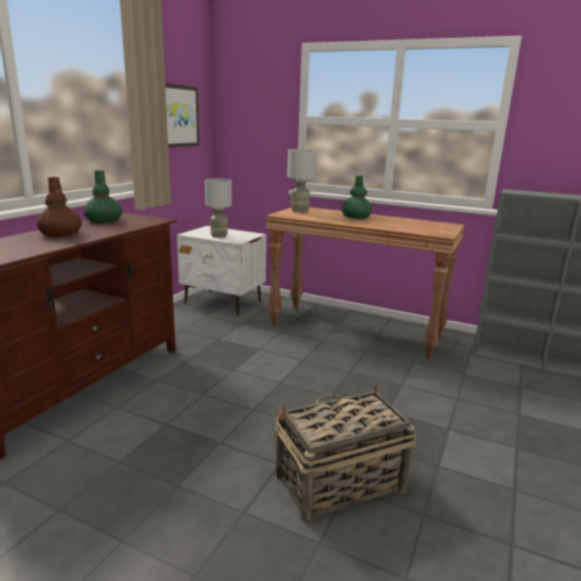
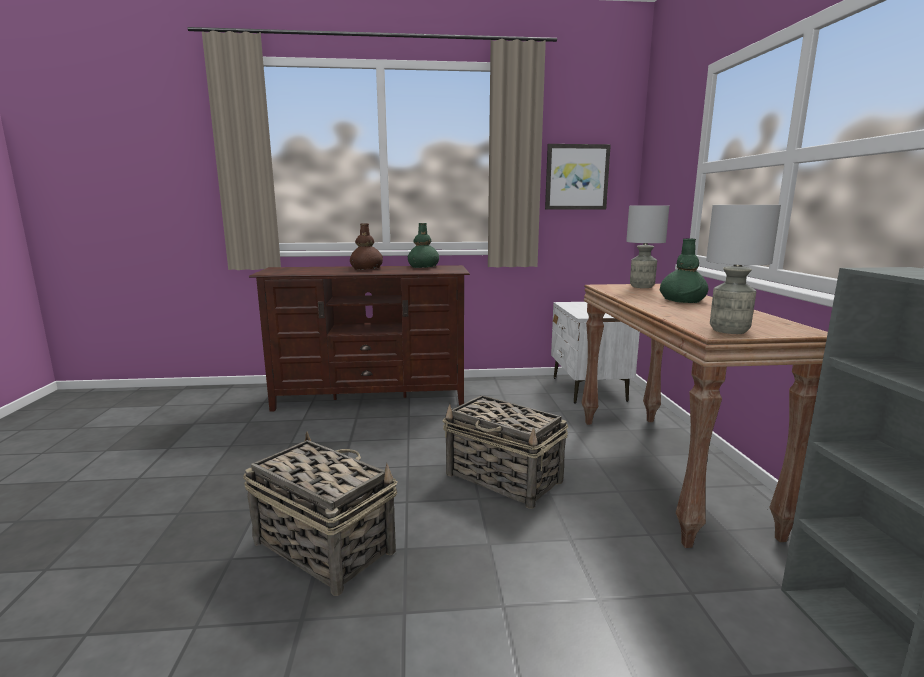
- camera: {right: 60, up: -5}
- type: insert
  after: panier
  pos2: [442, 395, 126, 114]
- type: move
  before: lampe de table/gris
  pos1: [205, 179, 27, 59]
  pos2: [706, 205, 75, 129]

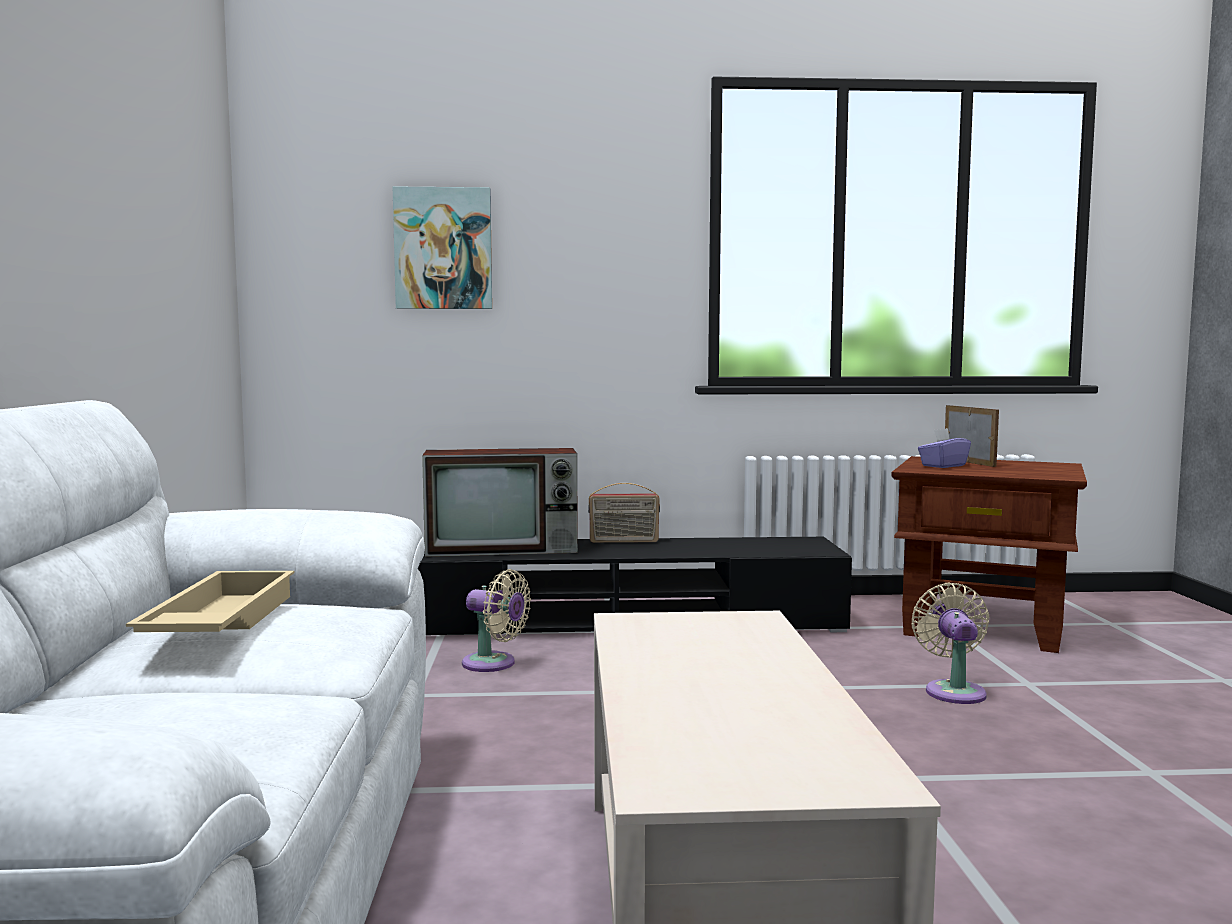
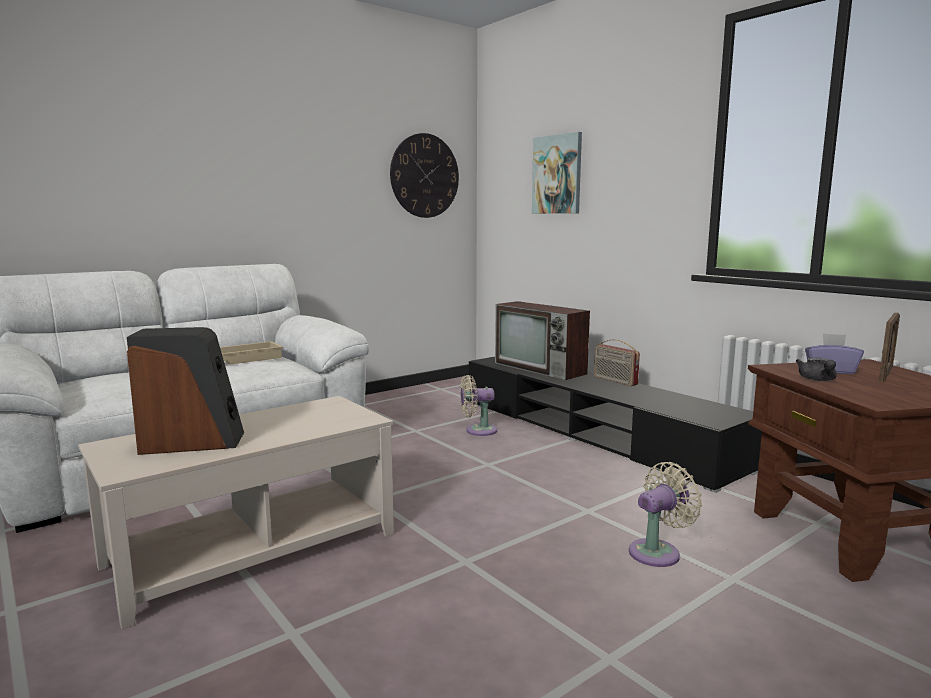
- camera: {right: 55, up: 5}
- type: insert
  after: enceinte
  pos2: [127, 327, 117, 128]
- type: insert
  after: horloge murale
  pos2: [390, 133, 69, 85]
- type: insert
  after: théière/gris
  pos2: [796, 357, 41, 24]
- type: rotate
  before: ventilateur/beige
  pos1: [462, 569, 69, 103]
  pos2: [460, 375, 37, 61]
  turn: 90

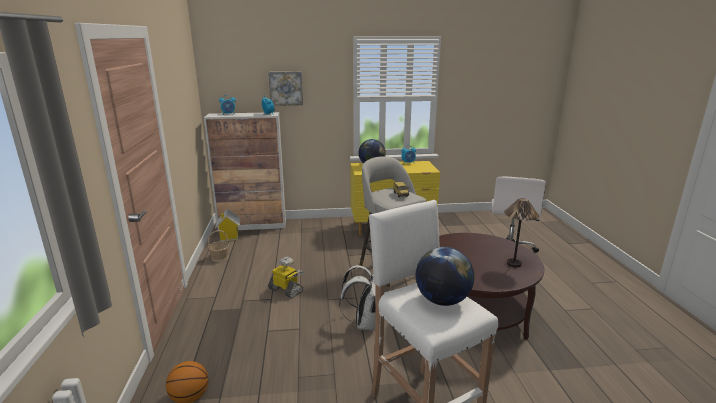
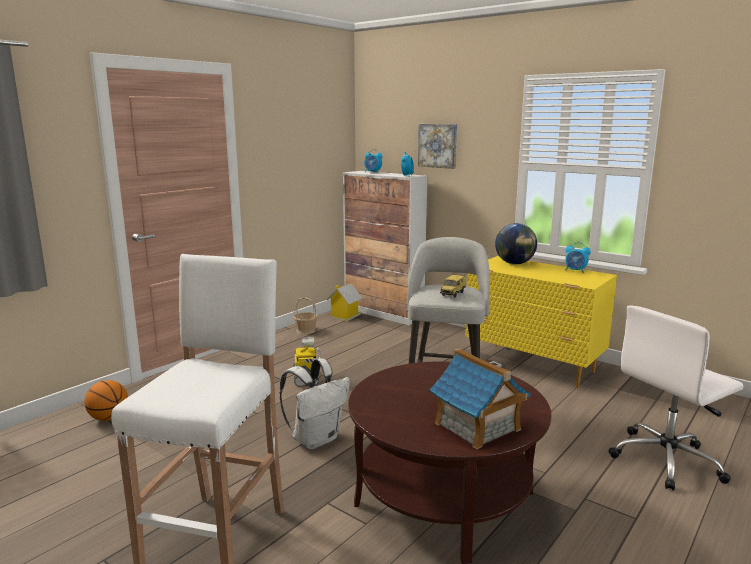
- camera: {right: 45, up: -5}
- type: delete
  before: globe
  pos1: [416, 247, 58, 59]
- type: replace
  before: lampe de table
  after: maison miniature
  pos1: [504, 198, 35, 70]
  pos2: [430, 349, 101, 100]

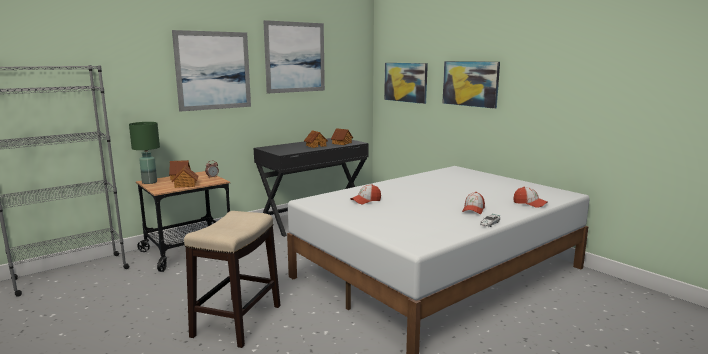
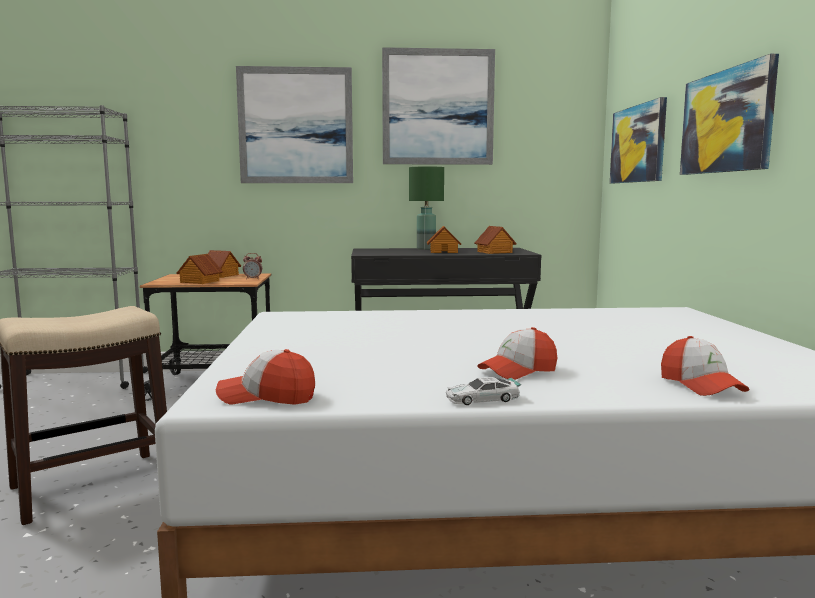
- camera: {right: 35, up: -5}
- type: move
  before: lampe de table/vert
  pos1: [129, 122, 31, 62]
  pos2: [409, 166, 35, 84]
- type: move
  before: casquette
  pos1: [350, 184, 31, 20]
  pos2: [216, 349, 99, 56]

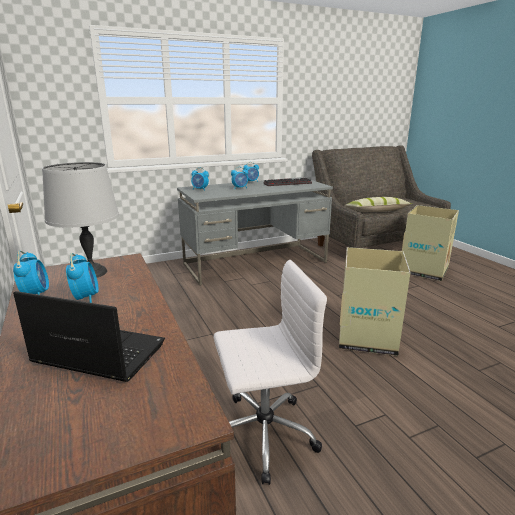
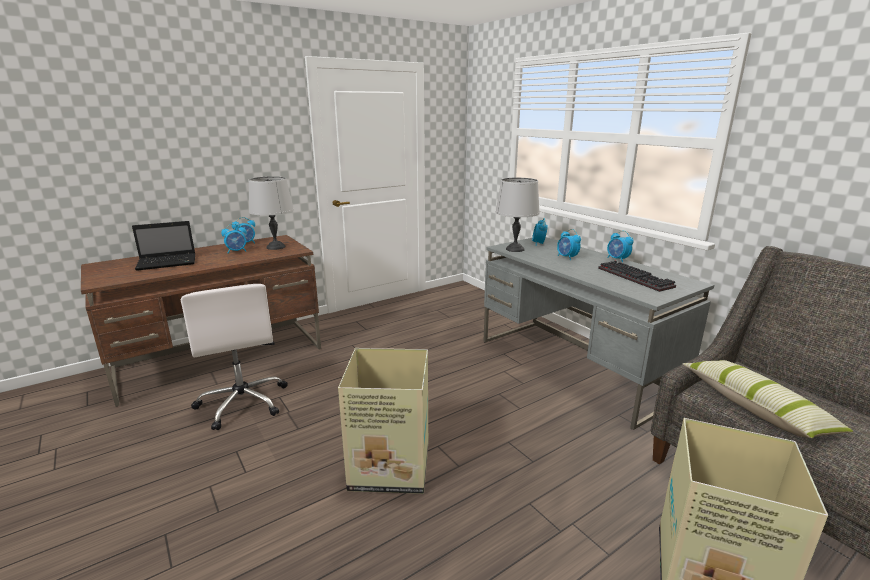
- camera: {right: 80, up: 0}
- type: insert
  after: lampe de table/gris
  pos2: [496, 178, 44, 74]
- type: rotate
  before: ordinateur portable
  pos1: [13, 291, 152, 91]
  pos2: [132, 221, 64, 50]
  turn: 60

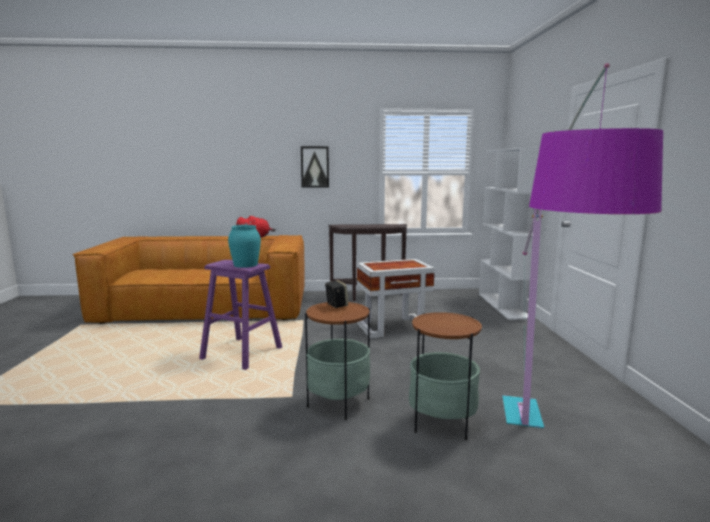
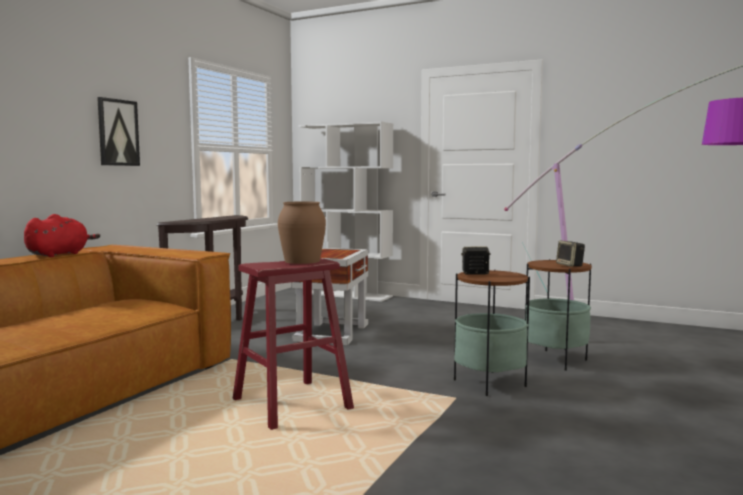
- camera: {right: -60, up: -5}
- type: insert
  after: enceinte
  pos2: [556, 240, 29, 27]
- type: recolor
  before: tabouret/violet
  after: tabouret/rouge
  pos1: [199, 260, 83, 110]
  pos2: [233, 258, 121, 172]
- type: recolor
  before: vase/turquoise
  after: vase/marron
  pos1: [228, 225, 33, 43]
  pos2: [278, 202, 48, 62]

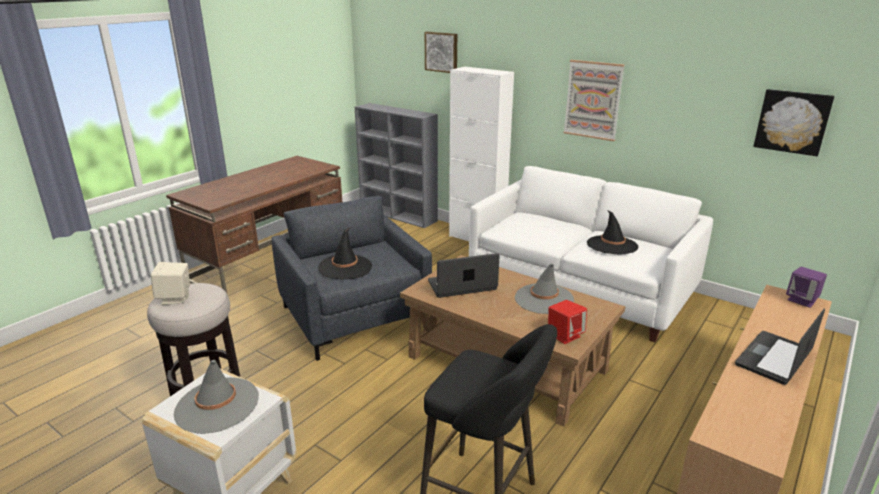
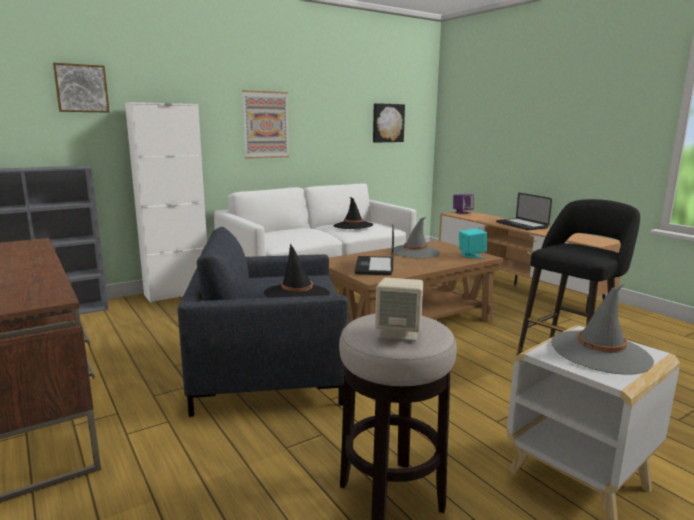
- camera: {right: -70, up: -10}
- type: recolor
  before: enceinte/rouge
  after: enceinte/turquoise
  pos1: [548, 300, 39, 44]
  pos2: [459, 228, 28, 30]

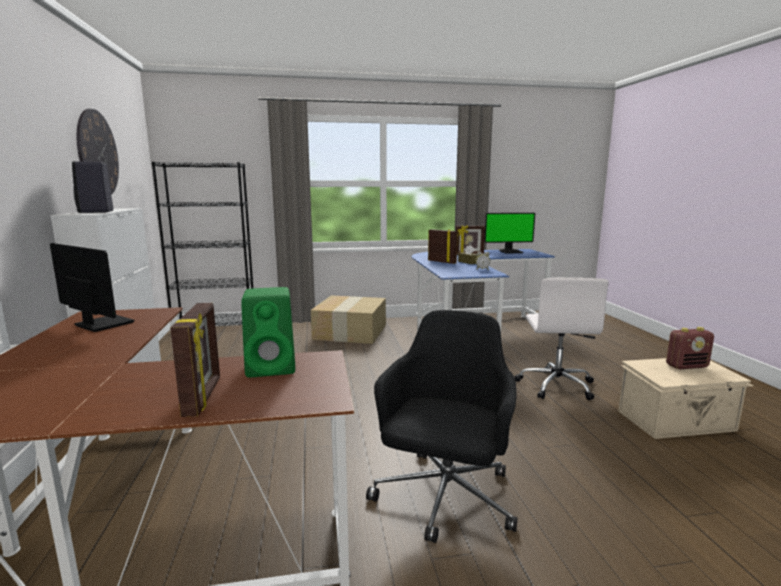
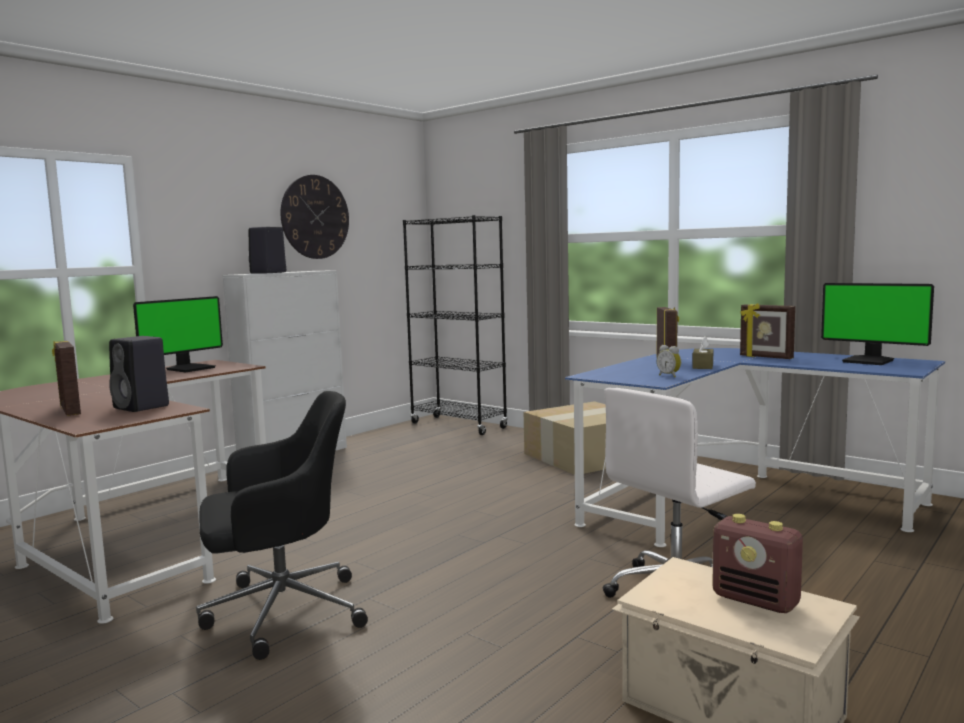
- camera: {right: 50, up: -5}
- type: recolor
  before: enceinte/vert
  after: enceinte/noir
  pos1: [241, 287, 54, 90]
  pos2: [109, 336, 60, 76]
- type: rotate
  before: écran d'ordinateur
  pos1: [50, 243, 85, 89]
  pos2: [133, 296, 90, 77]
  turn: 45
- type: rotate
  before: cadre photo
  pos1: [170, 303, 50, 114]
  pos2: [52, 341, 29, 75]
  turn: 105

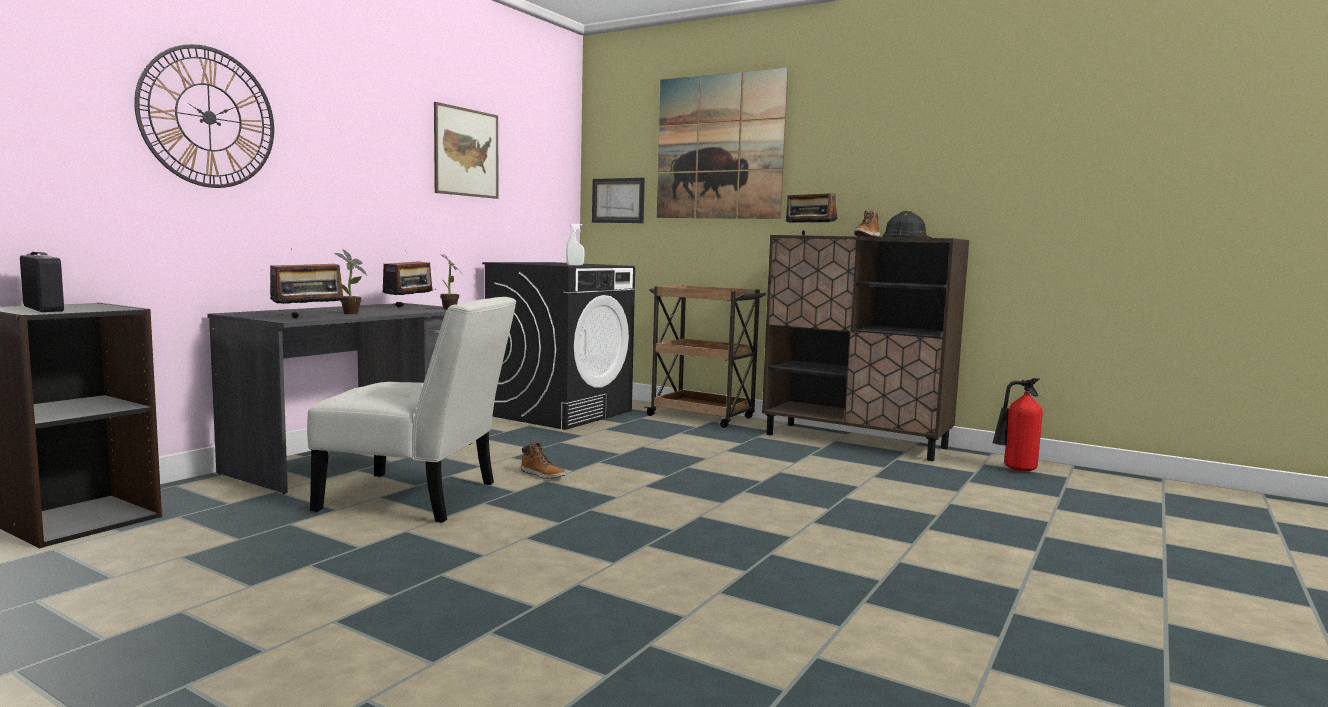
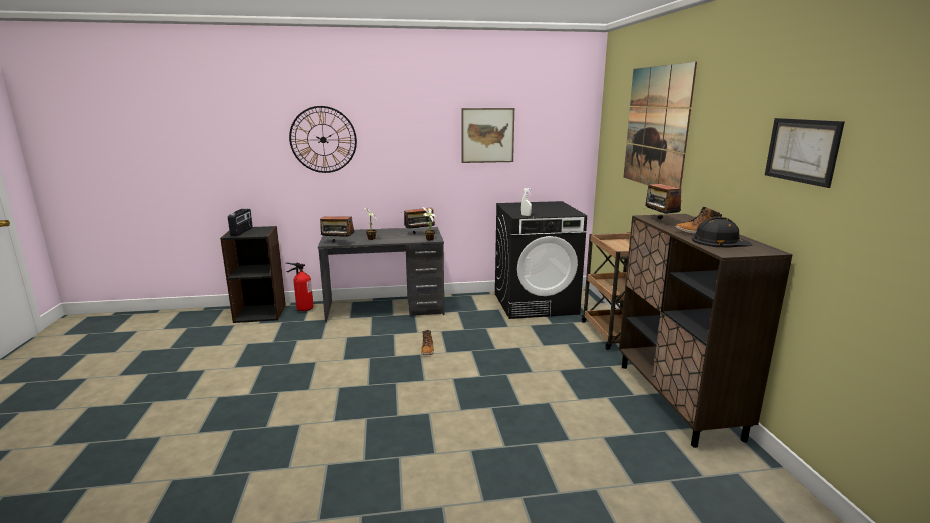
- camera: {right: 50, up: 10}
- type: delete
  before: chaise/blanc
  pos1: [307, 297, 210, 226]
- type: move
  before: tableau
  pos1: [592, 178, 53, 45]
  pos2: [765, 118, 80, 70]
- type: move
  before: extincteur
  pos1: [992, 378, 51, 93]
  pos2: [286, 262, 27, 49]

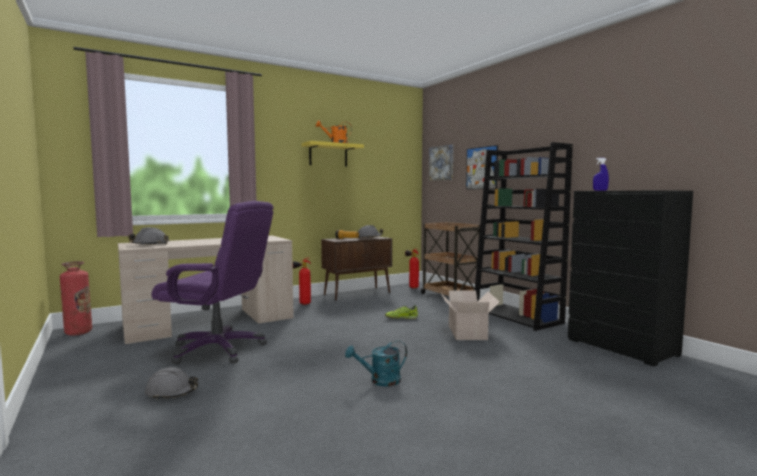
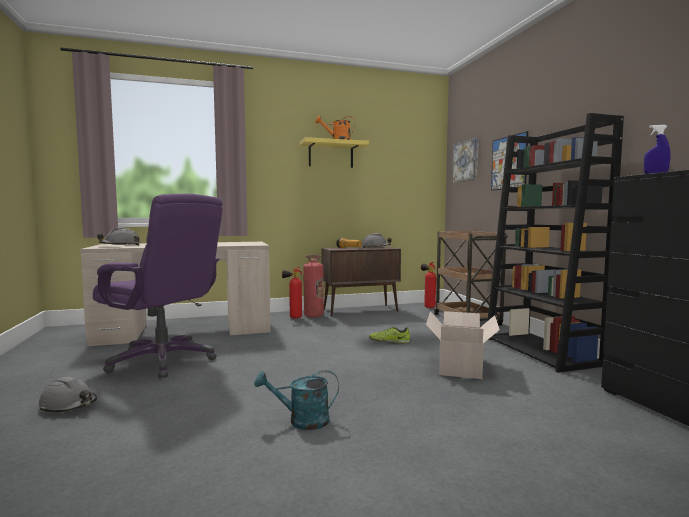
- camera: {right: 15, up: 0}
- type: move
  before: extincteur
  pos1: [60, 261, 32, 75]
  pos2: [303, 255, 21, 63]

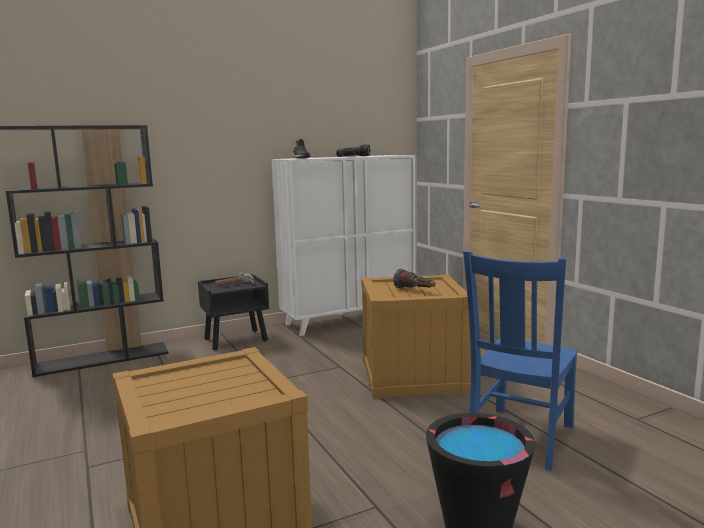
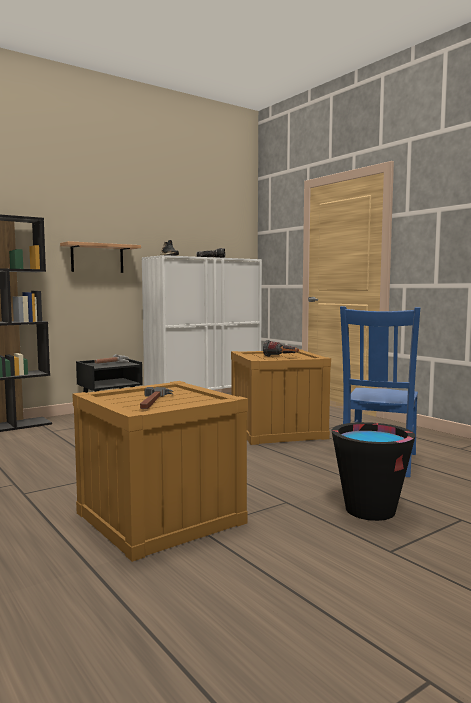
- camera: {right: -10, up: -5}
- type: insert
  after: étagère
  pos2: [60, 241, 81, 32]
- type: insert
  after: marteau
  pos2: [140, 387, 33, 22]

